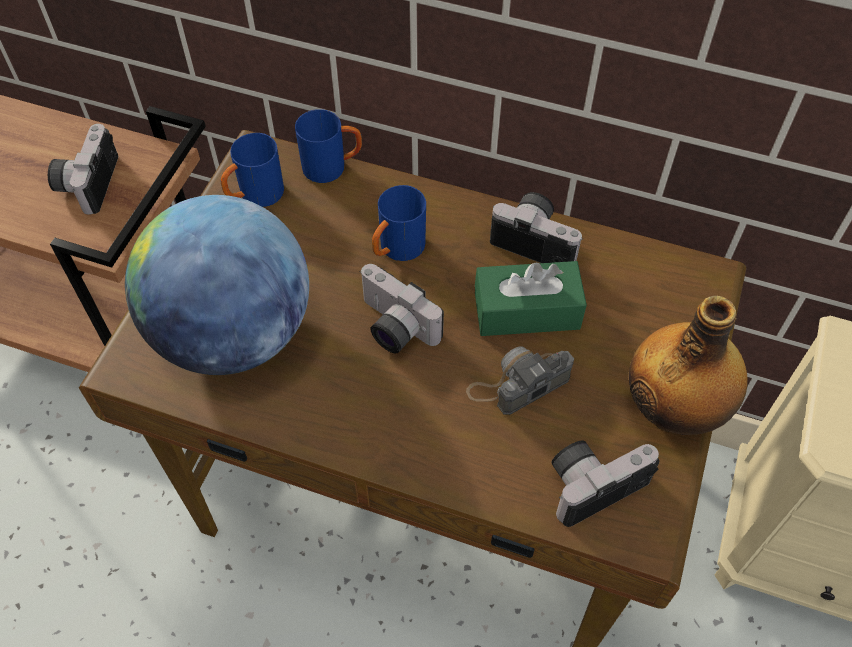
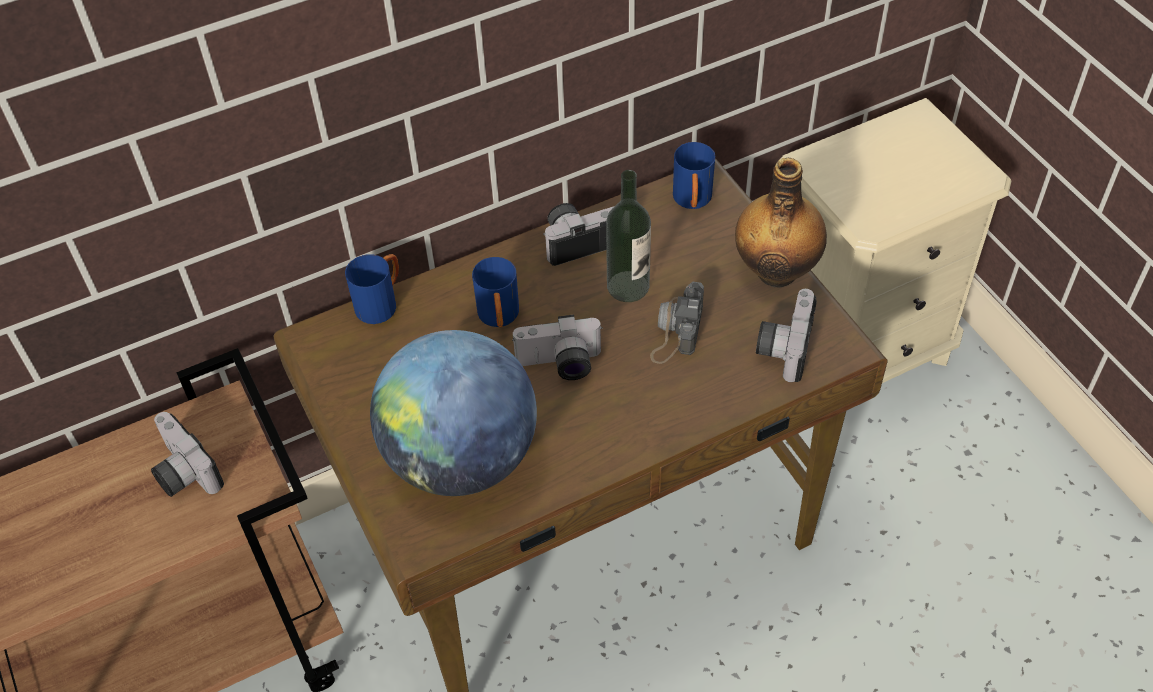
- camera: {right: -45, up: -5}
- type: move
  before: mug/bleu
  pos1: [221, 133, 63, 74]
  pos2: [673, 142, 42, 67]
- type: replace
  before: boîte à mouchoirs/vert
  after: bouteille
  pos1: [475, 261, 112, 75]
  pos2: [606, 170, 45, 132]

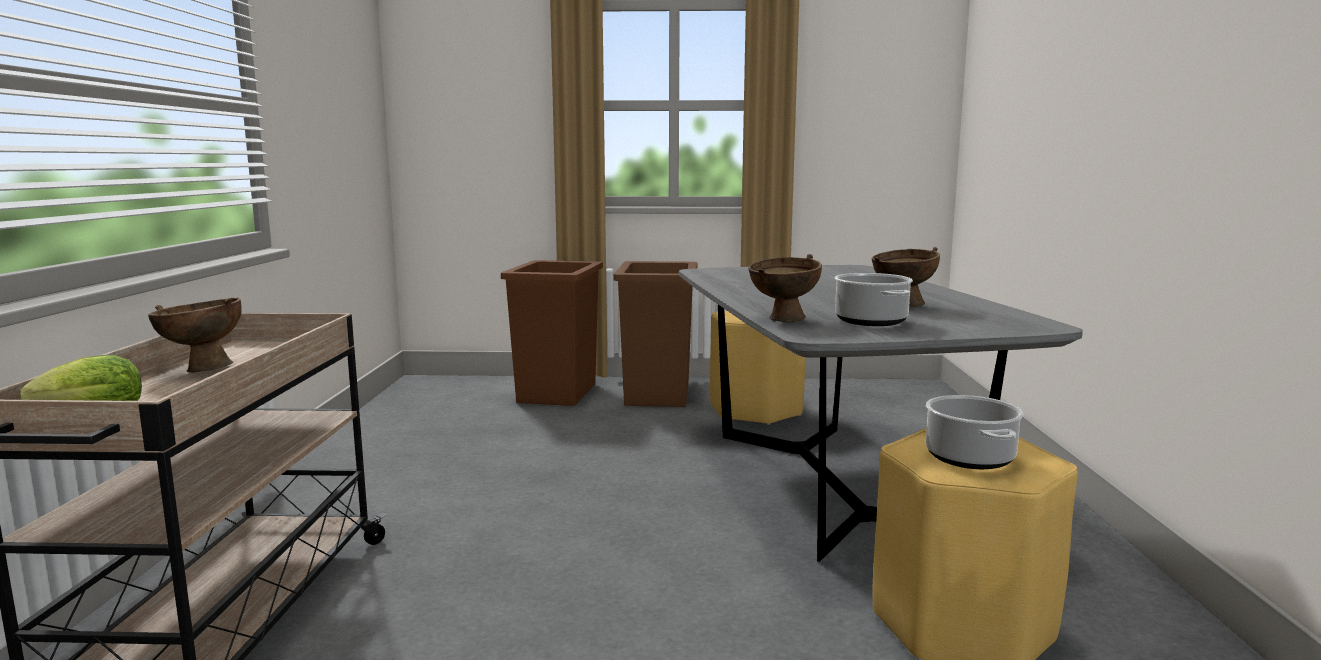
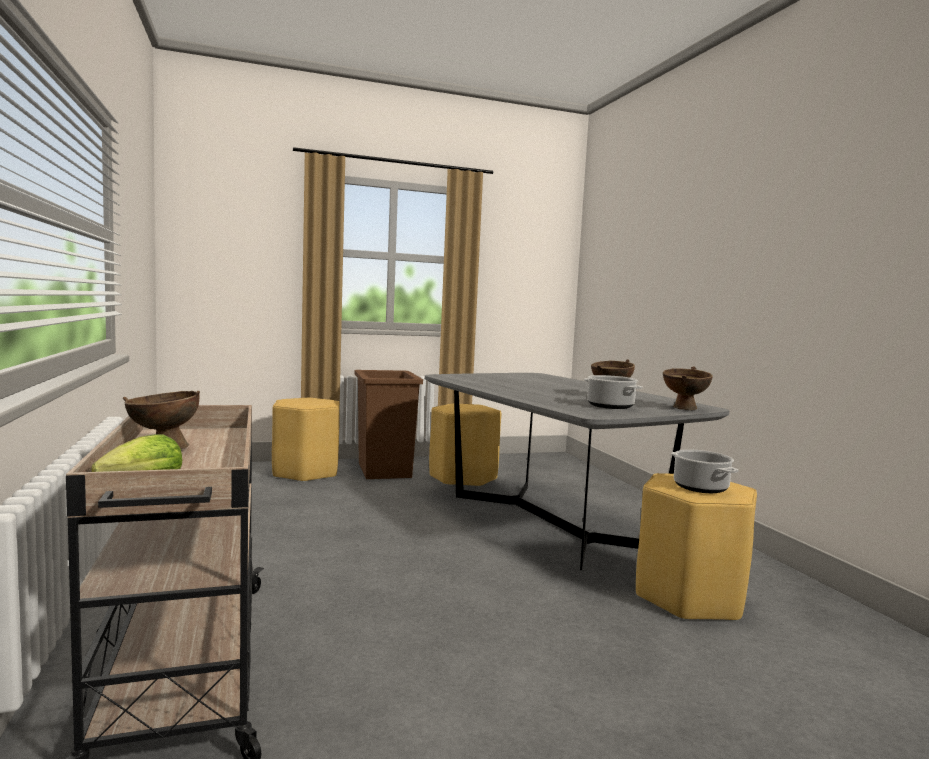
- camera: {right: -20, up: -5}
- type: move
  before: bol/marron
  pos1: [748, 254, 74, 69]
  pos2: [663, 367, 50, 43]
- type: replace
  before: poubelle/marron
  after: tabouret/jaune
  pos1: [501, 260, 102, 146]
  pos2: [272, 398, 68, 84]

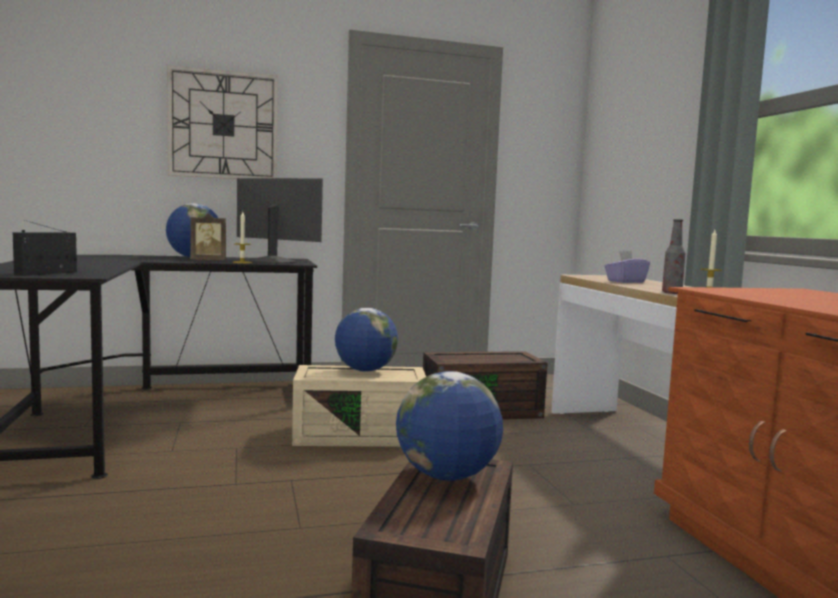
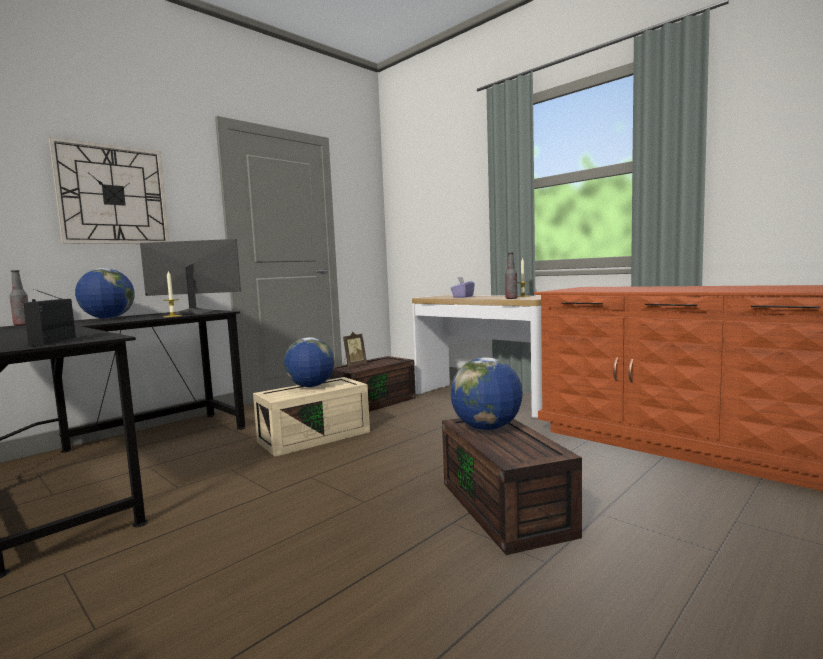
- camera: {right: -30, up: 0}
- type: insert
  after: bouteille
  pos2: [10, 270, 18, 56]
- type: move
  before: cadre photo
  pos1: [190, 213, 36, 48]
  pos2: [343, 332, 24, 34]

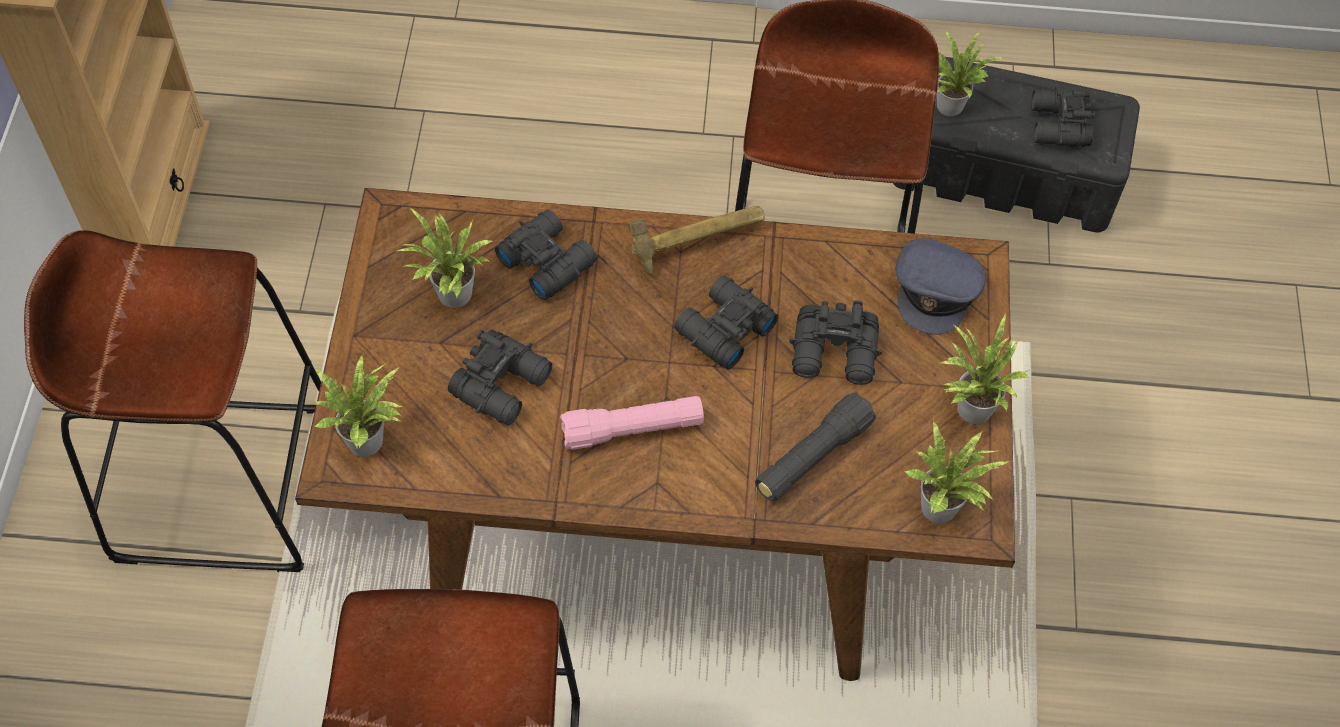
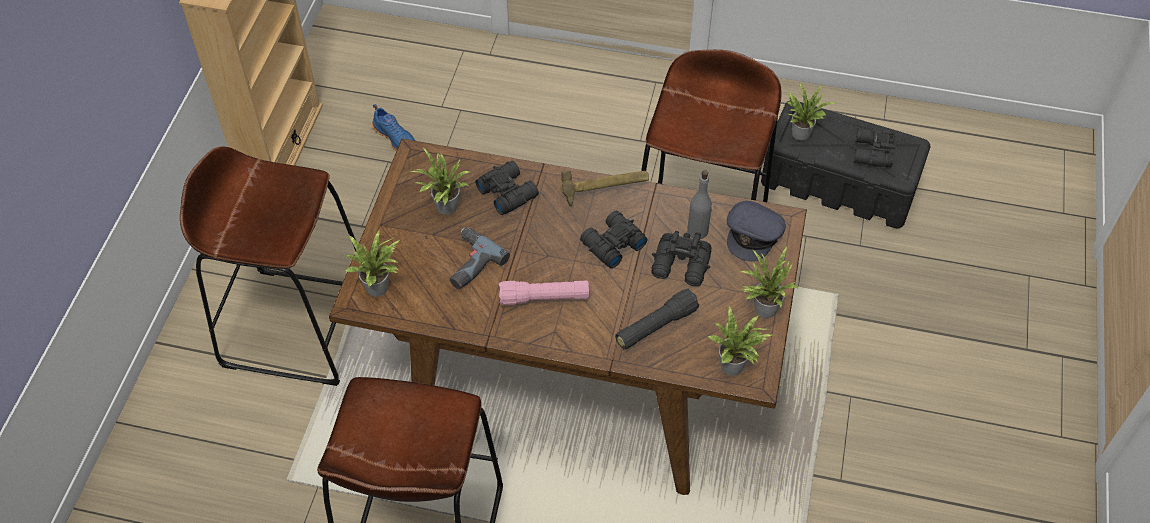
- camera: {right: 10, up: -5}
- type: insert
  after: chaussure/bleu
  pos2: [372, 104, 43, 47]
- type: insert
  after: bouteille/gris
  pos2: [687, 170, 25, 69]
- type: replace
  before: jumelles/noir
  after: perceuse
  pos1: [448, 330, 104, 96]
  pos2: [450, 227, 60, 62]

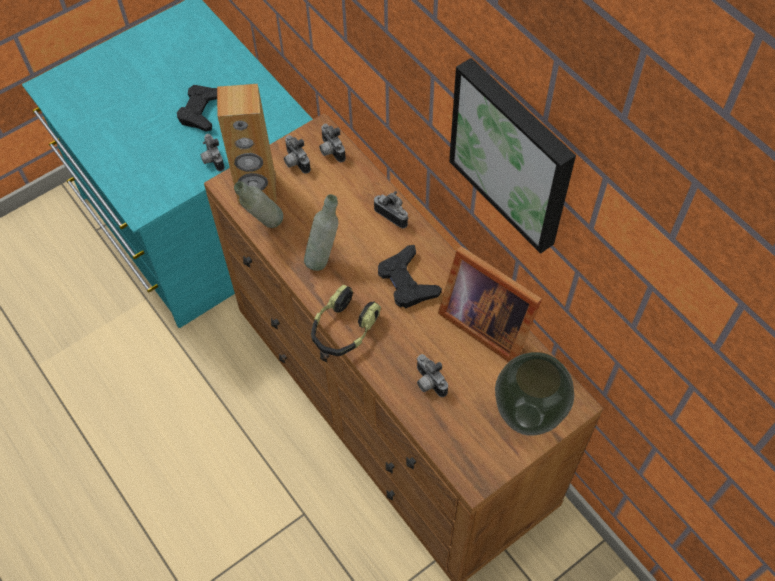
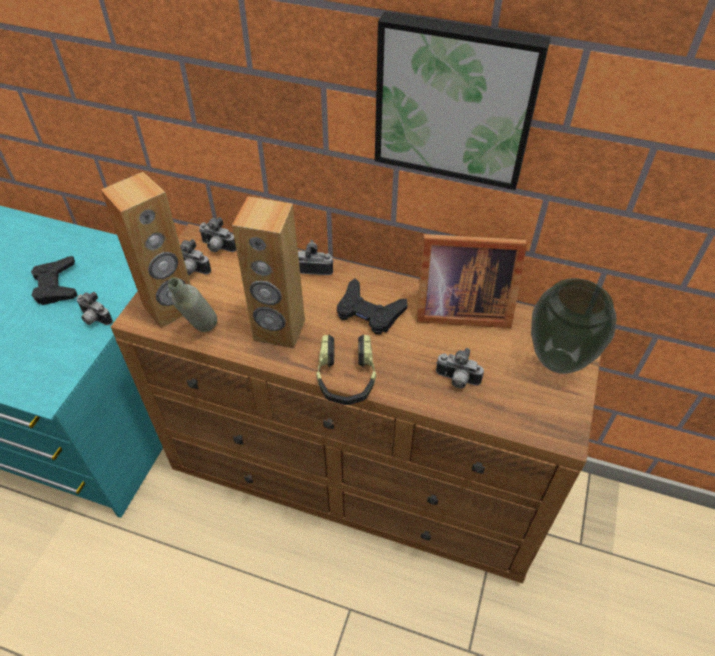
- camera: {right: -35, up: -10}
- type: replace
  before: bouteille/gris
  after: enceinte/marron
  pos1: [304, 194, 34, 77]
  pos2: [232, 196, 73, 153]

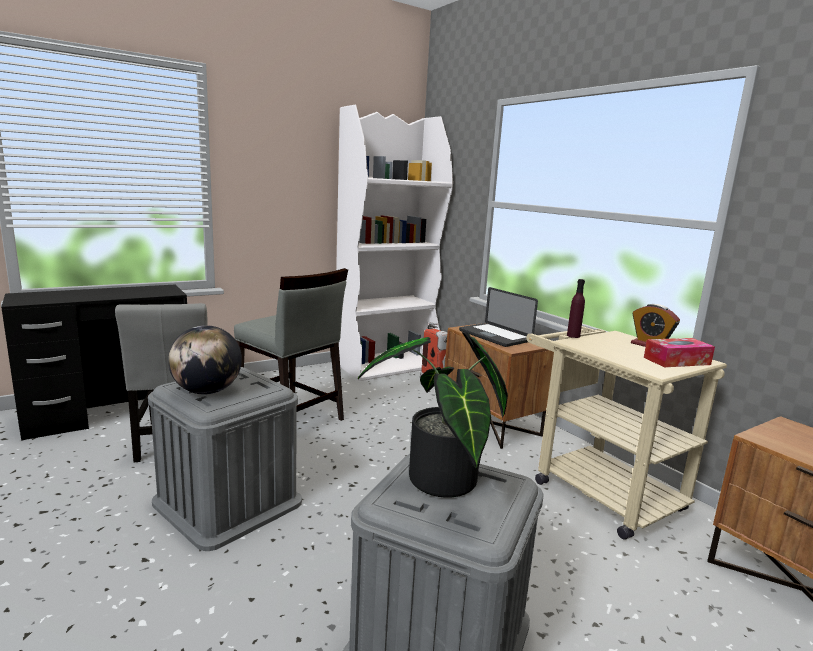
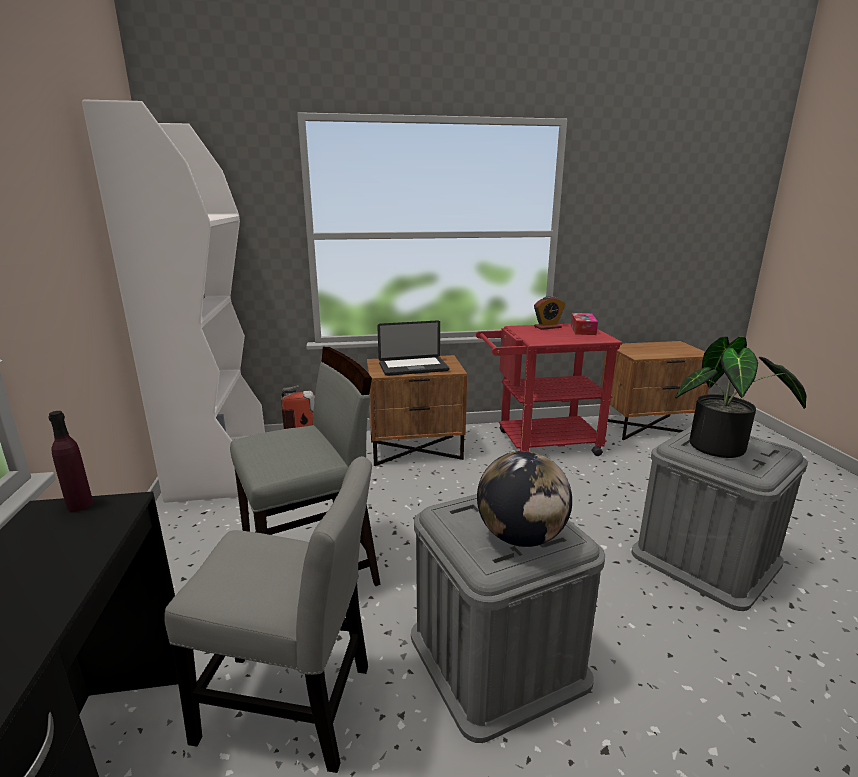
- camera: {right: -65, up: 5}
- type: move
  before: bouteille/violet
  pos1: [567, 279, 18, 59]
  pos2: [49, 411, 44, 101]
- type: recolor
  before: chariot/beige
  after: chariot/rouge
  pos1: [526, 326, 201, 214]
  pos2: [476, 324, 146, 132]

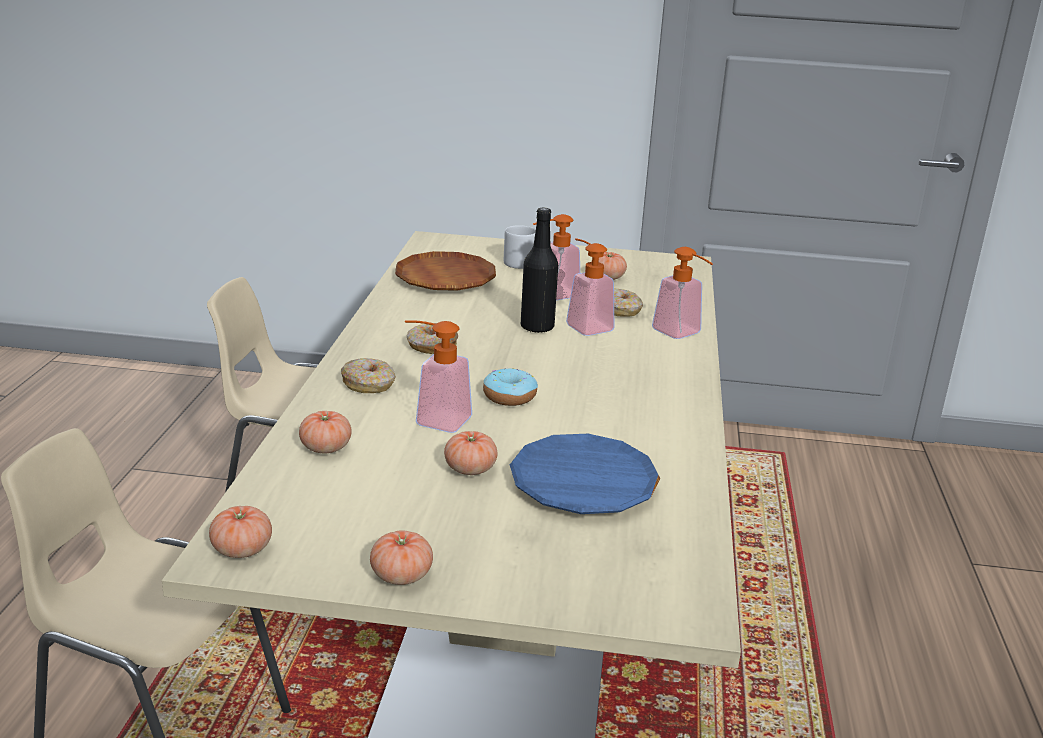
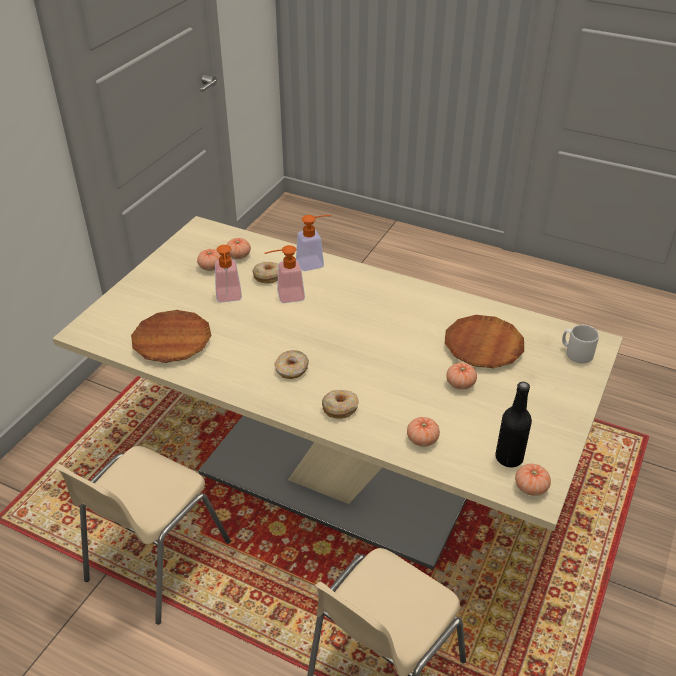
- camera: {right: -70, up: 15}
- type: delete
  before: distributeur de savon
  pos1: [405, 320, 67, 113]
- type: delete
  before: beignet
  pos1: [483, 368, 55, 38]
- type: move
  before: tomate
  pos1: [370, 530, 63, 55]
  pos2: [226, 238, 25, 21]
- type: move
  before: mug/gris
  pos1: [504, 225, 32, 44]
  pos2: [562, 325, 37, 38]
- type: move
  before: bouteille/noir
  pos1: [521, 208, 37, 125]
  pos2: [495, 382, 37, 86]
- type: recolor
  before: assiette/bleu
  after: assiette/marron
  pos1: [510, 434, 150, 80]
  pos2: [445, 315, 79, 53]

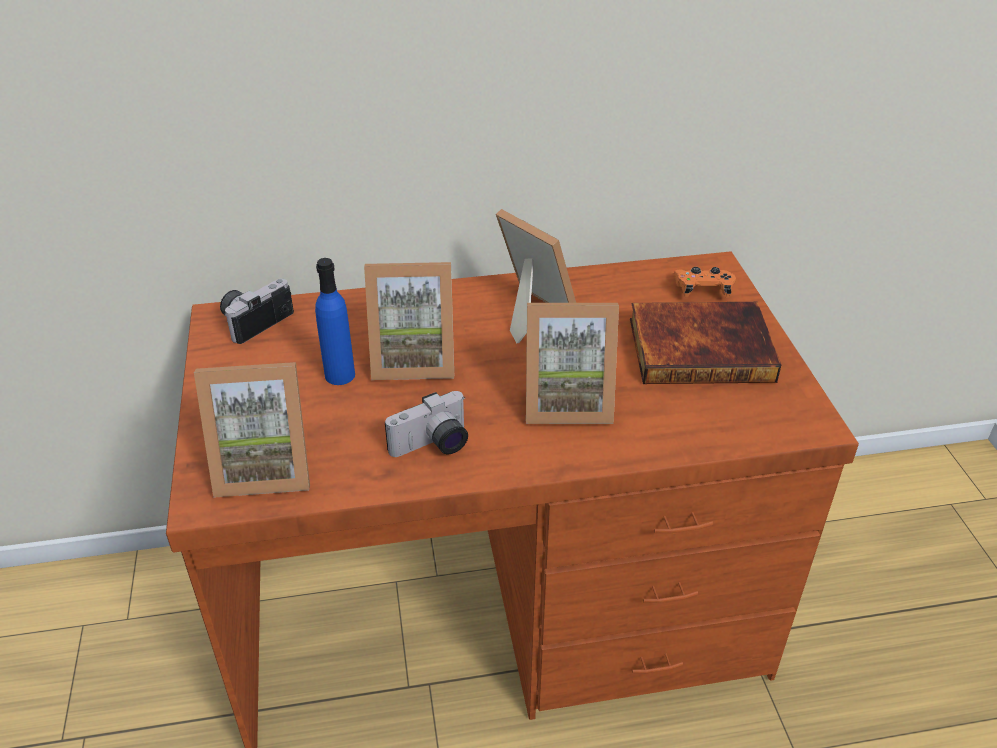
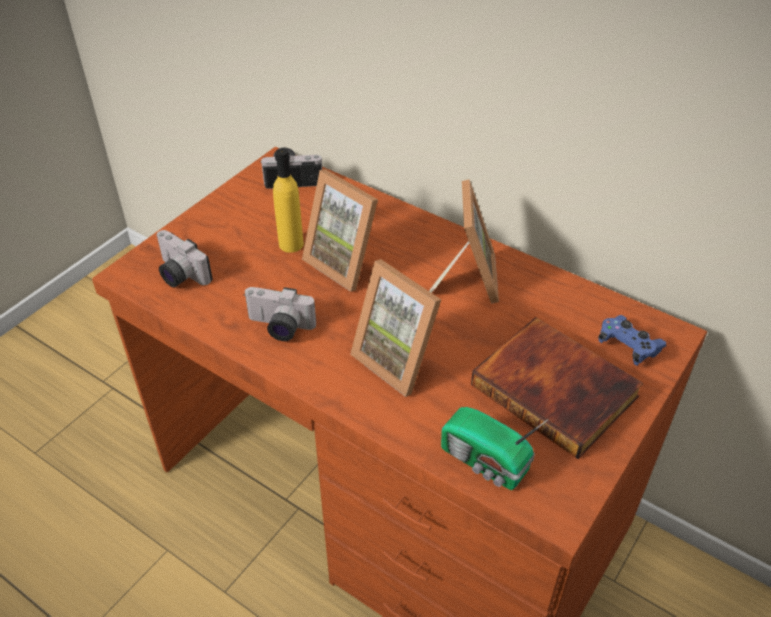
- camera: {right: 45, up: 5}
- type: insert
  after: radio
  pos2: [441, 407, 108, 83]
- type: replace
  before: cadre photo
  after: appareil photo
  pos1: [194, 362, 116, 136]
  pos2: [156, 230, 57, 57]
- type: recolor
  before: bouteille/bleu
  after: bouteille/jaune
  pos1: [315, 258, 40, 127]
  pos2: [273, 148, 31, 105]
- type: recolor
  before: manette/orange
  after: manette/bleu
  pos1: [674, 267, 62, 31]
  pos2: [598, 315, 68, 51]

